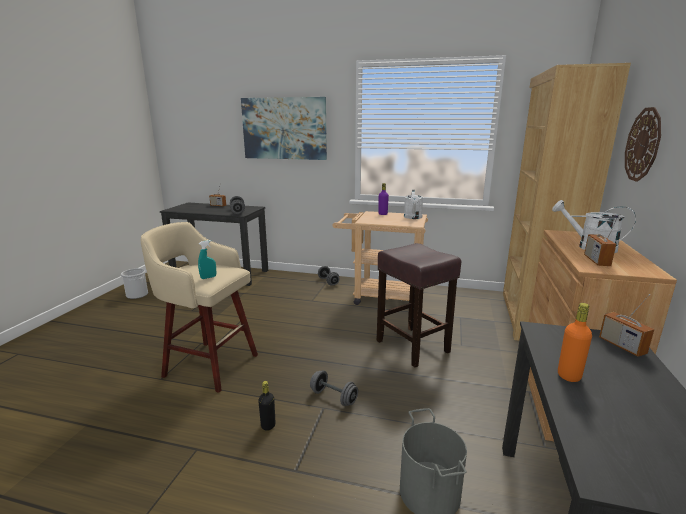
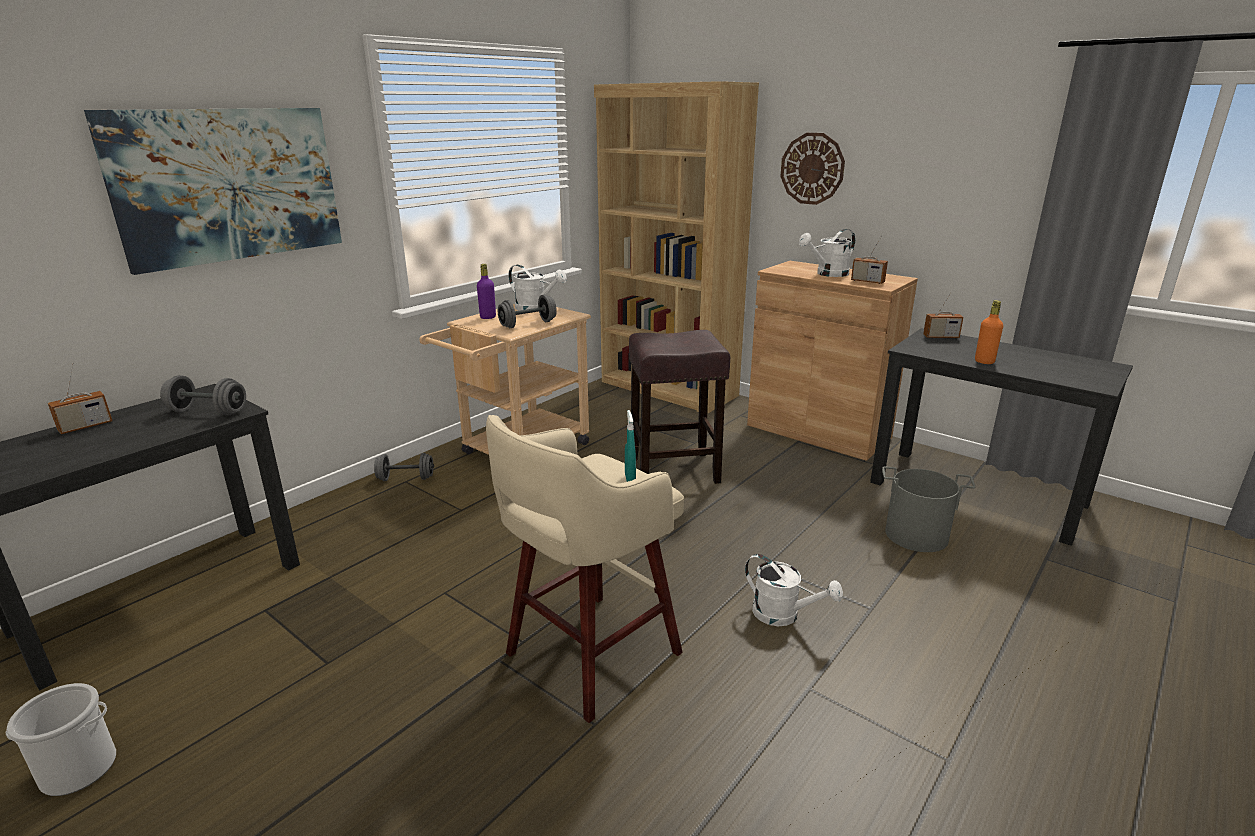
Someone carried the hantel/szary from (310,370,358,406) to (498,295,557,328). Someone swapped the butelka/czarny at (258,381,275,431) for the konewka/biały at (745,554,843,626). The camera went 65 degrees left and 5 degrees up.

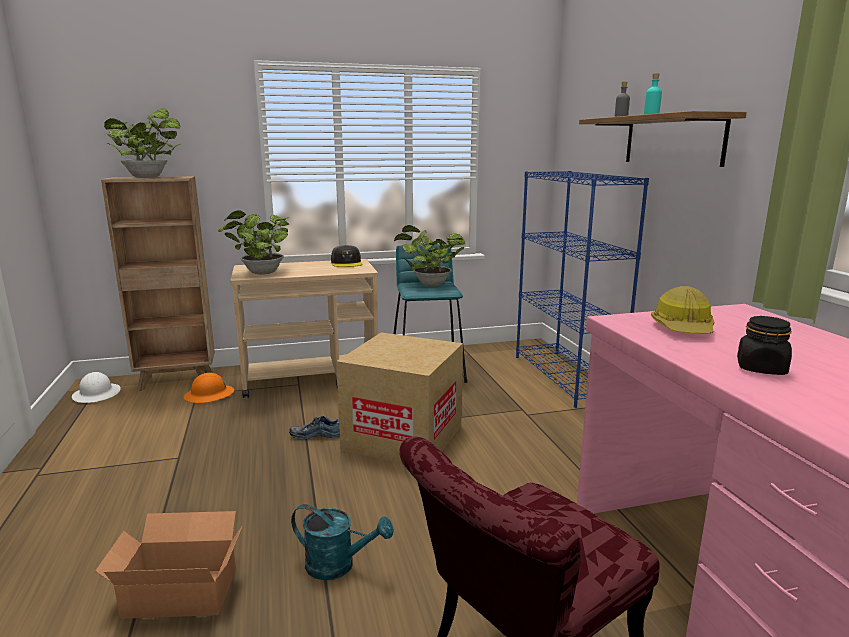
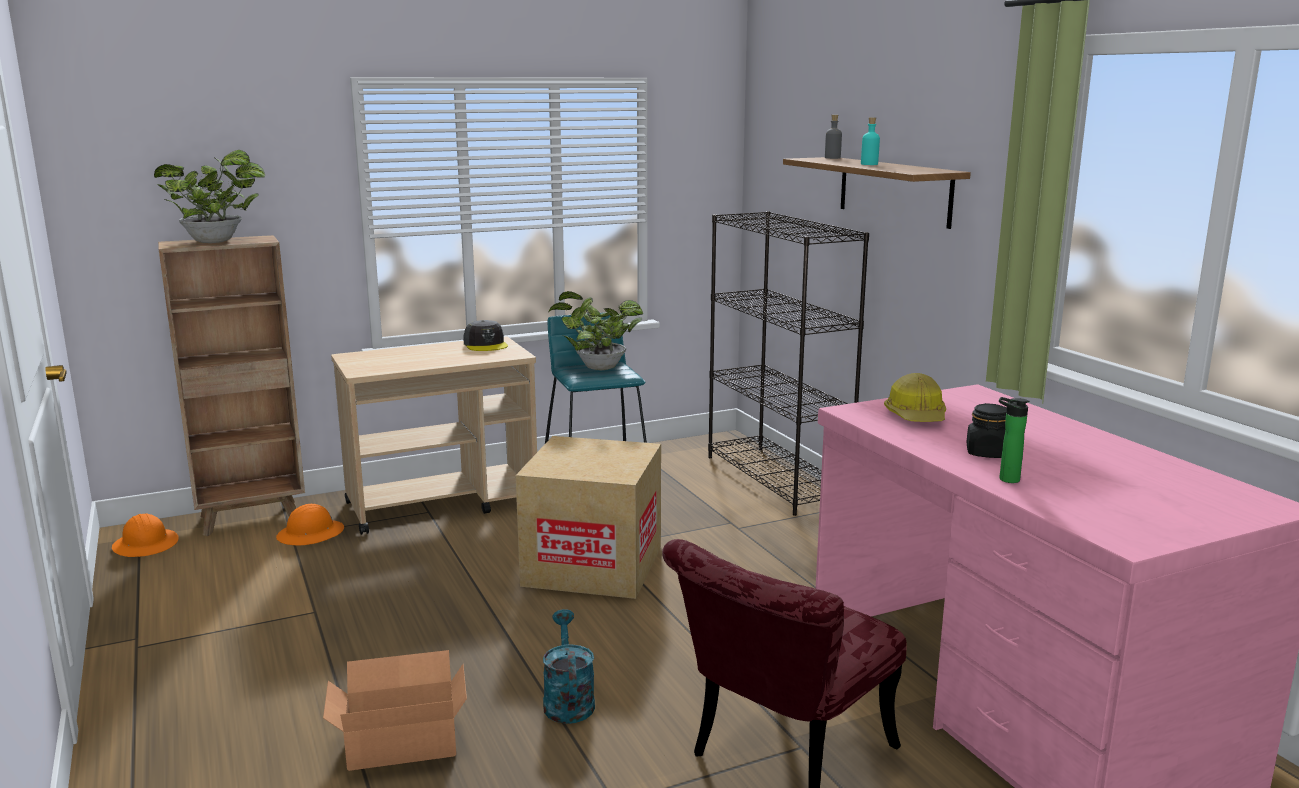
Someone repainted the regał/niebieski at (516,171,649,408), which became the regał/czarny at (708,211,869,516). Someone took away the roślina doniczkowa at (218,210,290,275). Someone repainted the kask/biały at (72,372,121,403), which became the kask/pomarańczowy at (112,513,179,557). Someone took away the but at (289,416,340,440). Someone rotated the konewka/turkusowy at (291,504,394,580) by 105 degrees counterclockwise. Someone put down the butelka at (999,397,1029,483). The camera went 10 degrees left and 0 degrees up.

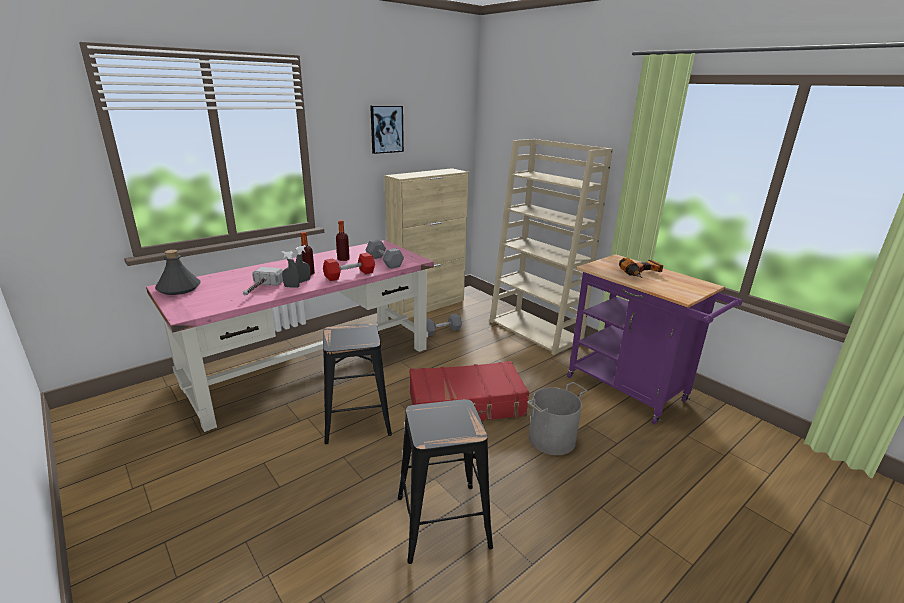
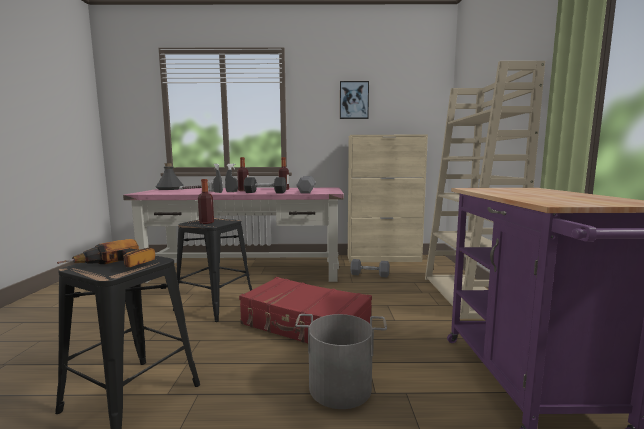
Someone repainted the hantel/czerwony at (323,253,375,281), which became the hantel/szary at (243,177,286,193). Someone carried the wiertarka from (619,258,664,278) to (57,239,155,267). Someone put down the butelka at (198,179,214,224). The camera went 40 degrees right and 15 degrees down.

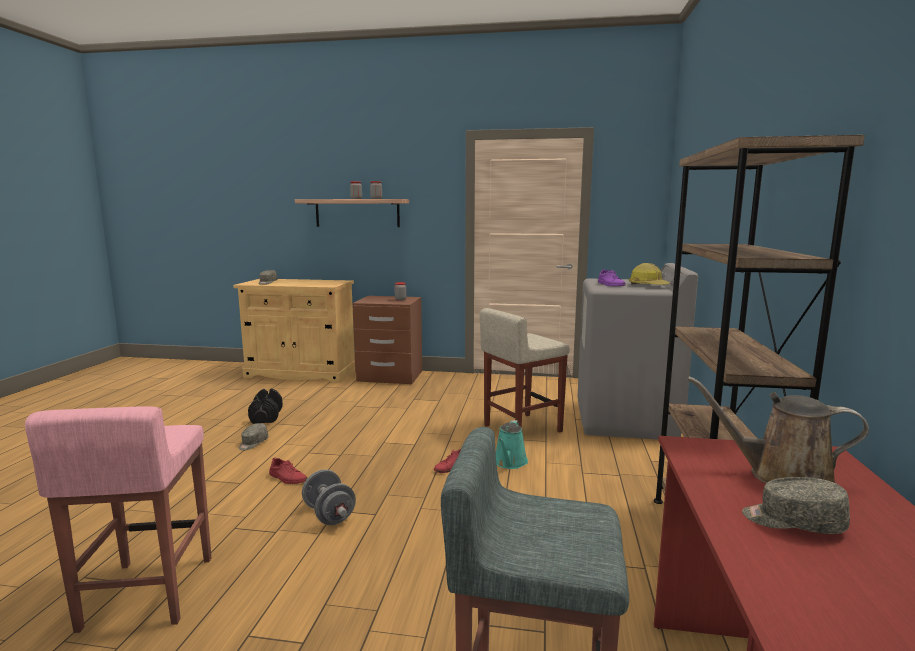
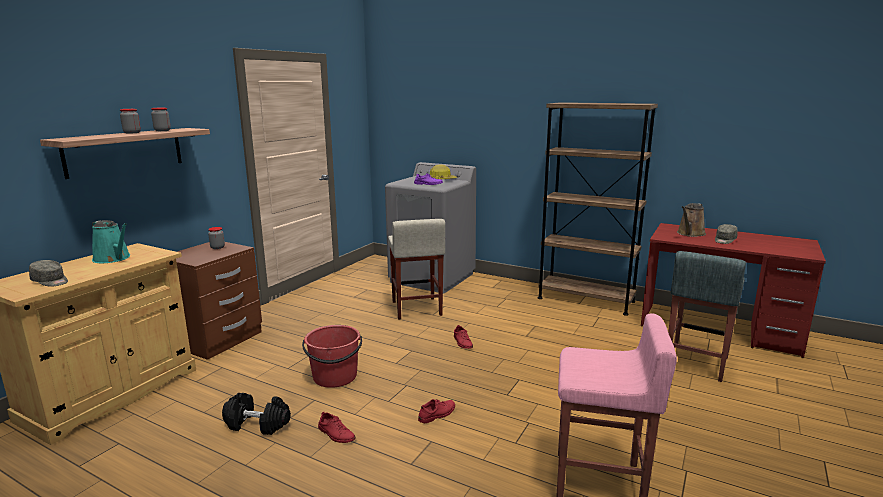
Someone carried the konewka/turkusowy from (496,420,528,469) to (92,220,130,263). Someone swapped the czapka z daszkiem/szary at (238,423,269,450) for the but/czerwony at (318,412,355,443). Someone took away the hantel/szary at (302,469,356,525). Someone put down the wiadro/czerwony at (302,325,362,388). The camera went 70 degrees left and 5 degrees up.

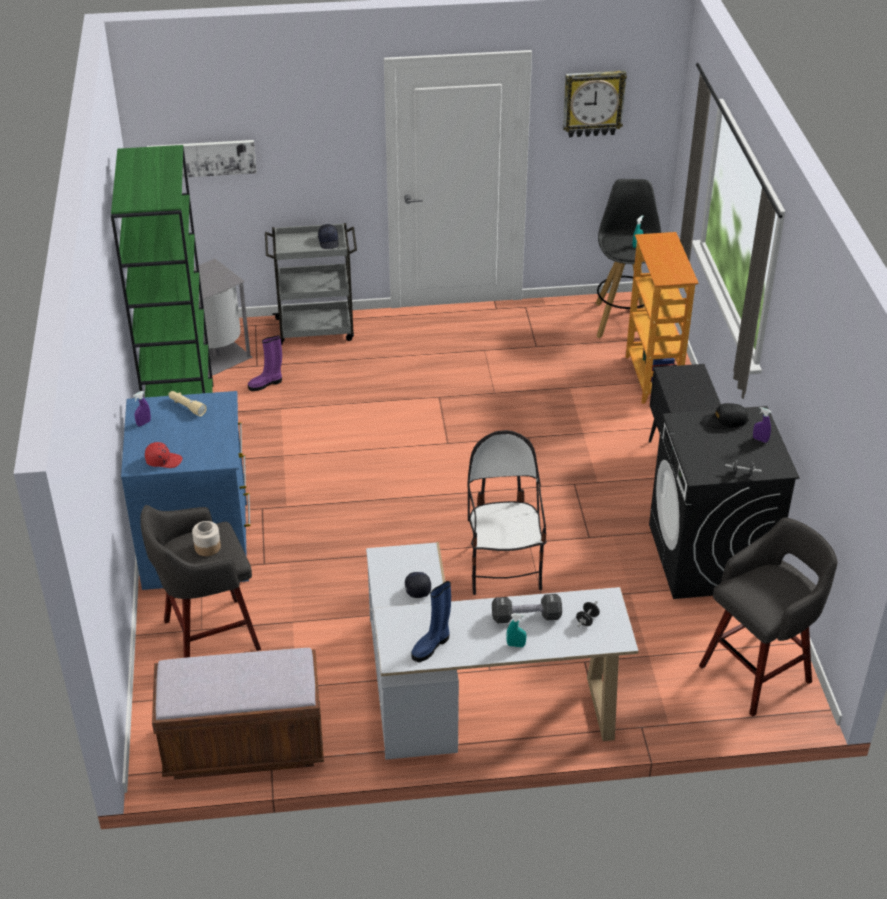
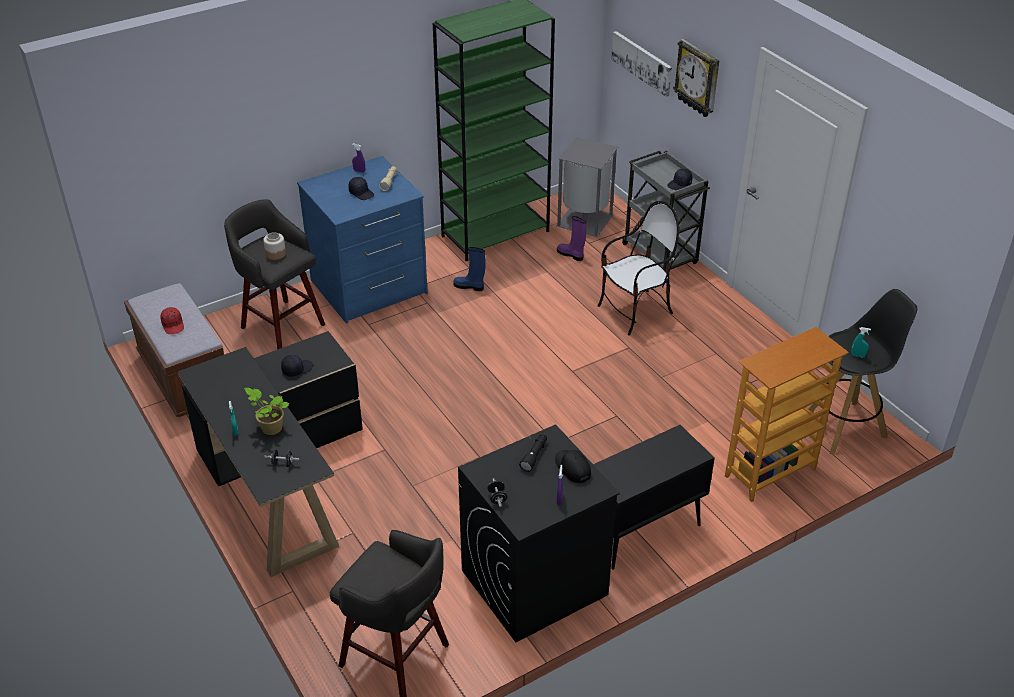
Someone carried the zegar ścienny from (563,71,627,137) to (673,39,719,117). Someone carried the krzesło from (467,430,547,595) to (598,201,679,335). Someone carried the czapka z daszkiem/czerwony from (145,442,183,468) to (161,307,184,334). Someone repainted the biurko/biały at (366,542,638,760), which became the biurko/czarny at (178,331,363,577). Someone carried the but z cholewką/niebieski from (411,581,451,662) to (453,247,486,291). Someone swapped the hantel/czarny at (492,594,562,623) for the roślina doniczkowa at (244,388,290,435). Someone put down the czapka z daszkiem/czarny at (349,177,374,200). Someone put down the latarka/czarny at (519,434,547,472). The camera went 65 degrees right and 0 degrees up.

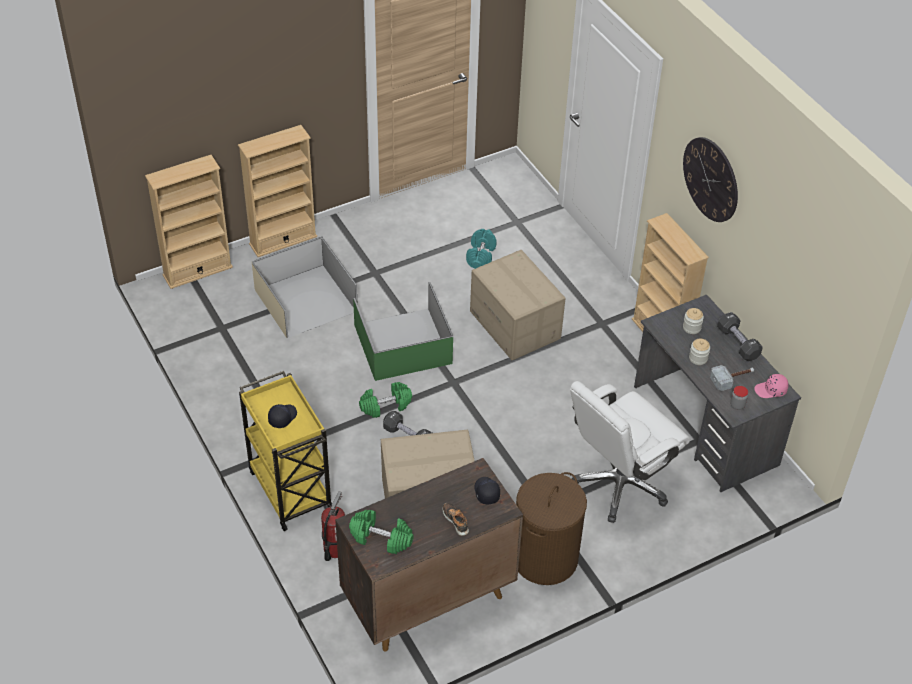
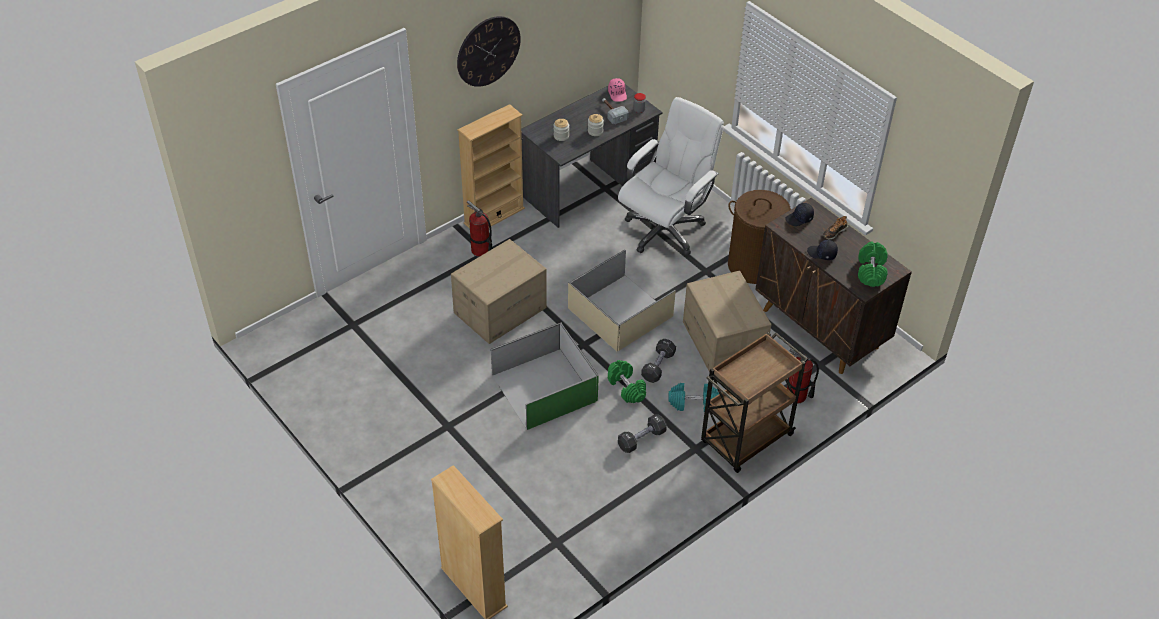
Someone took away the regał/beżowy at (238,125,317,257). Someone carried the hantel/turkusowy from (466,229,497,269) to (668,383,719,412). Someone carried the pojemnik do przechowywania/beżowy from (252,237,358,338) to (568,250,676,351). Someone carried the hantel/czarny from (717,312,763,361) to (618,414,667,453). Someone repainted the wózek/żółty at (239,371,332,531), which became the wózek/brązowy at (701,332,808,473). Someone rotated the krzesło biurowe/biały at (570,381,690,523) by 90 degrees counterclockwise. Someone carried the czapka z daszkiem/czarny from (268,404,297,428) to (807,240,838,260). Someone put down the gaśnica at (467,200,493,257). The camera went 100 degrees left and 0 degrees up.

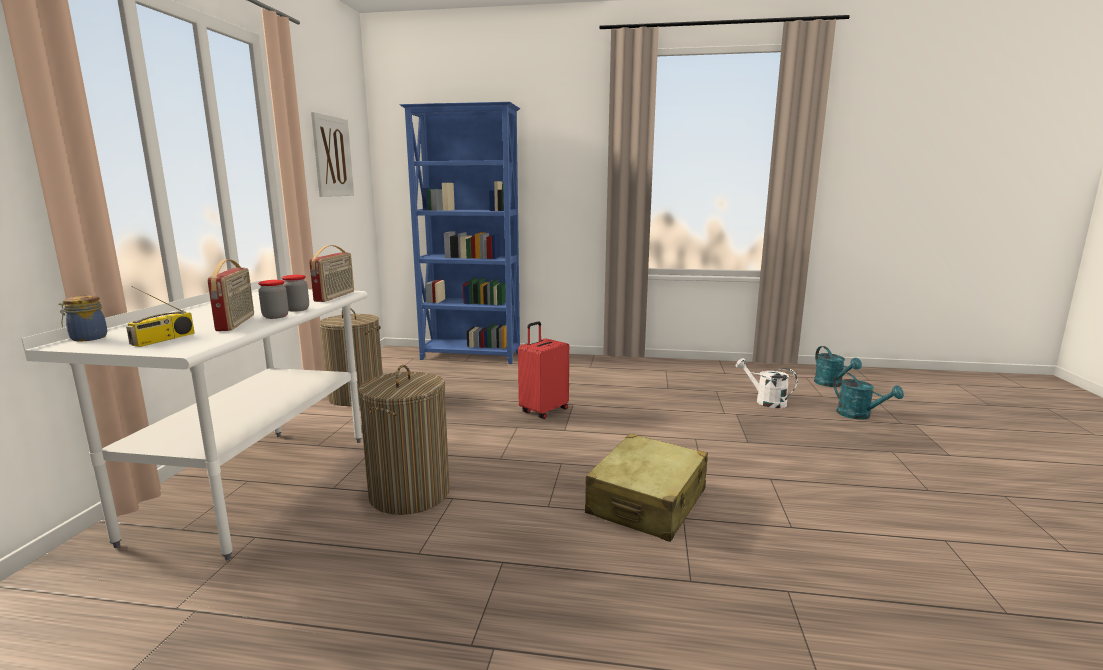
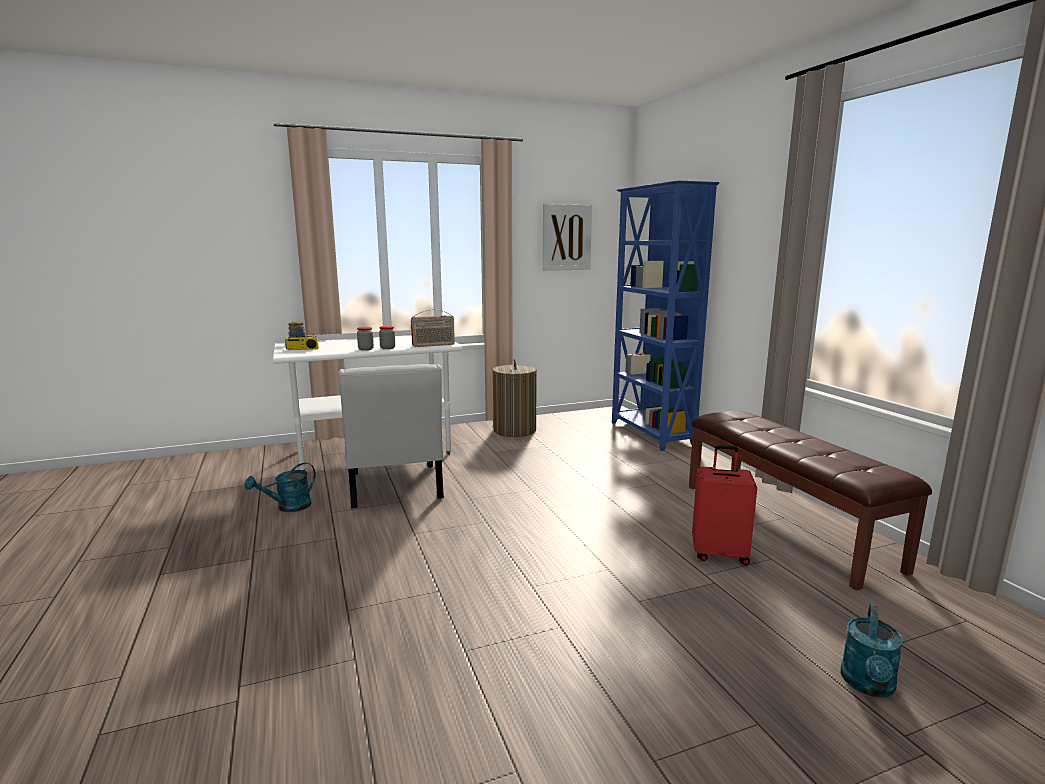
Someone took away the radio at (208,259,254,331). Someone carried the walizka/czerwony from (518,321,569,419) to (692,445,757,565). Someone carried the konewka/turkusowy from (814,346,862,387) to (245,462,316,512). Someone took away the konewka/biały at (736,358,798,408). Someone swapped the kosz na pranie at (358,365,450,515) for the krzesło/biały at (339,364,444,508). Someone took away the walizka/beżowy at (585,434,708,542). Someone put down the ławka/brązowy at (689,411,932,590). The camera went 60 degrees right and 0 degrees up.

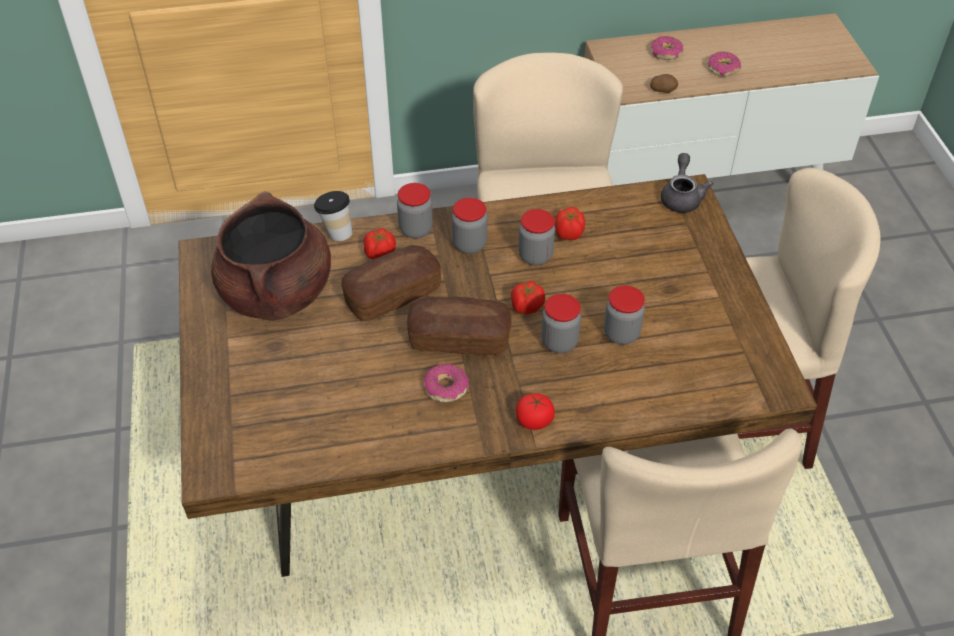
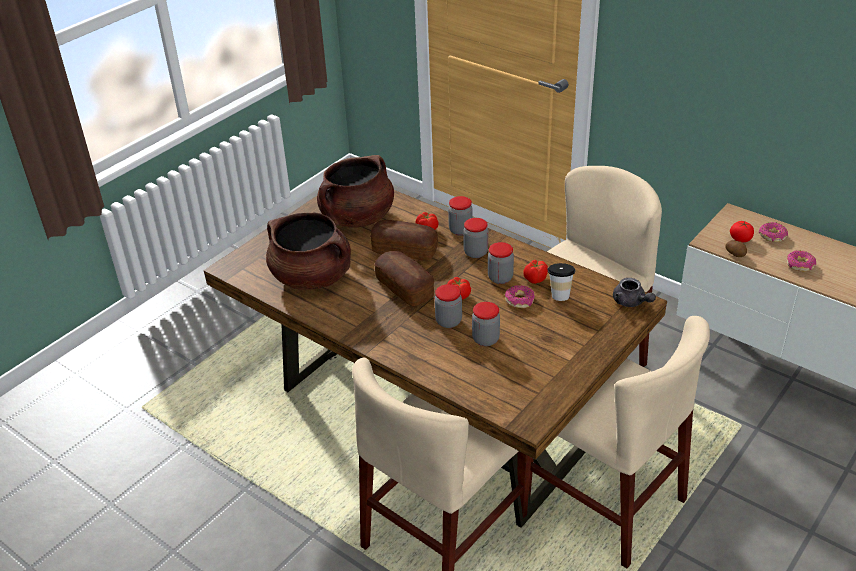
Someone rotated the imbryk/szary at (661,153,713,213) by 90 degrees clockwise. Someone carried the filiżanka from (314,191,353,241) to (547,263,575,301). Someone carried the donut from (424,364,469,402) to (505,285,535,308). Someone carried the pomidor from (516,393,555,430) to (730,221,754,242). Someone put down the garnek/brązowy at (266,213,351,290). The camera went 50 degrees right and 10 degrees down.

